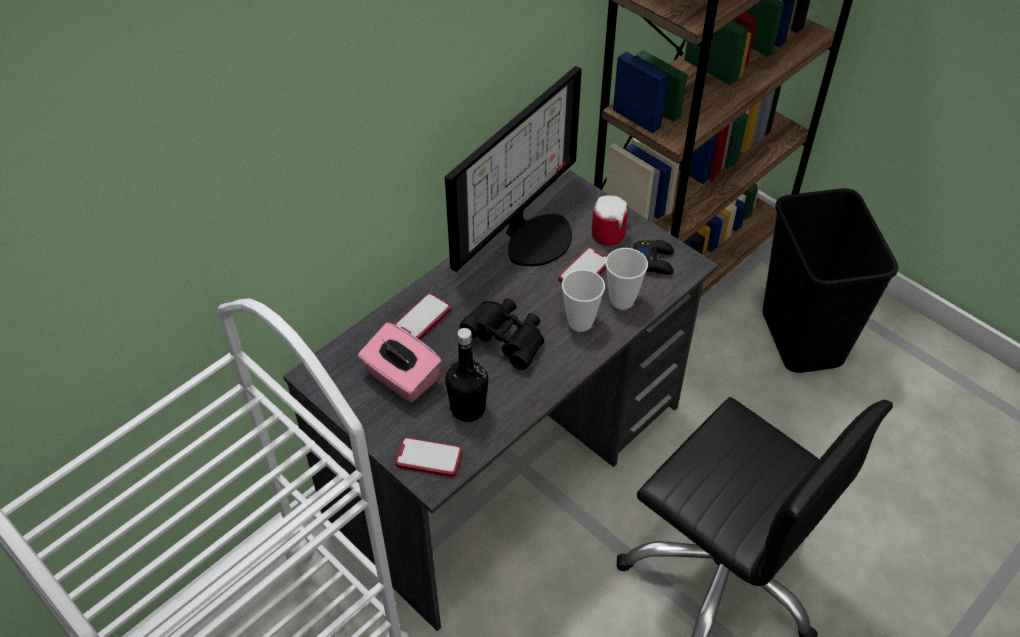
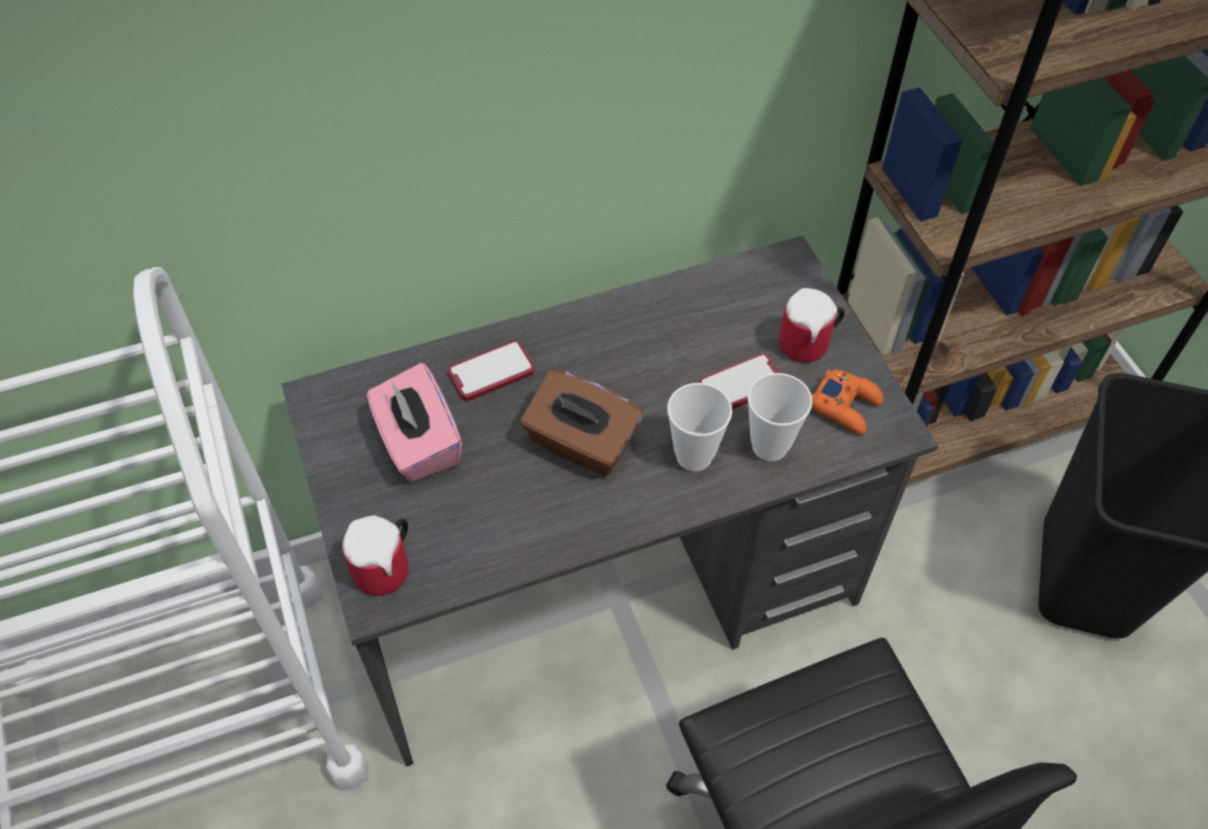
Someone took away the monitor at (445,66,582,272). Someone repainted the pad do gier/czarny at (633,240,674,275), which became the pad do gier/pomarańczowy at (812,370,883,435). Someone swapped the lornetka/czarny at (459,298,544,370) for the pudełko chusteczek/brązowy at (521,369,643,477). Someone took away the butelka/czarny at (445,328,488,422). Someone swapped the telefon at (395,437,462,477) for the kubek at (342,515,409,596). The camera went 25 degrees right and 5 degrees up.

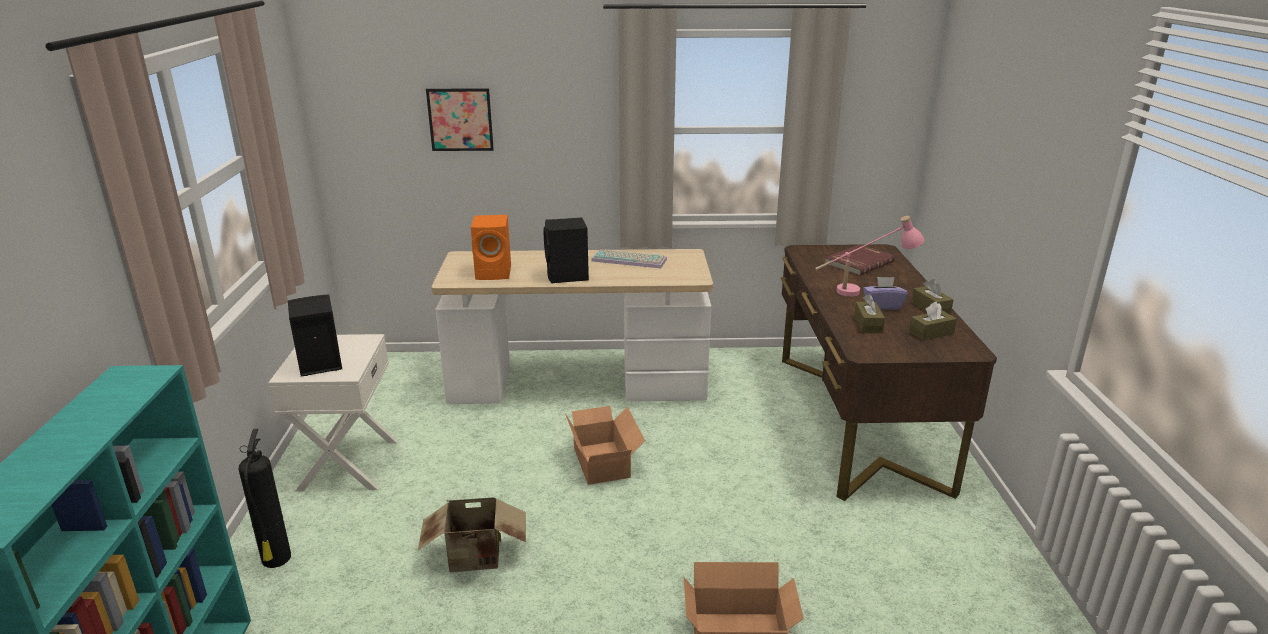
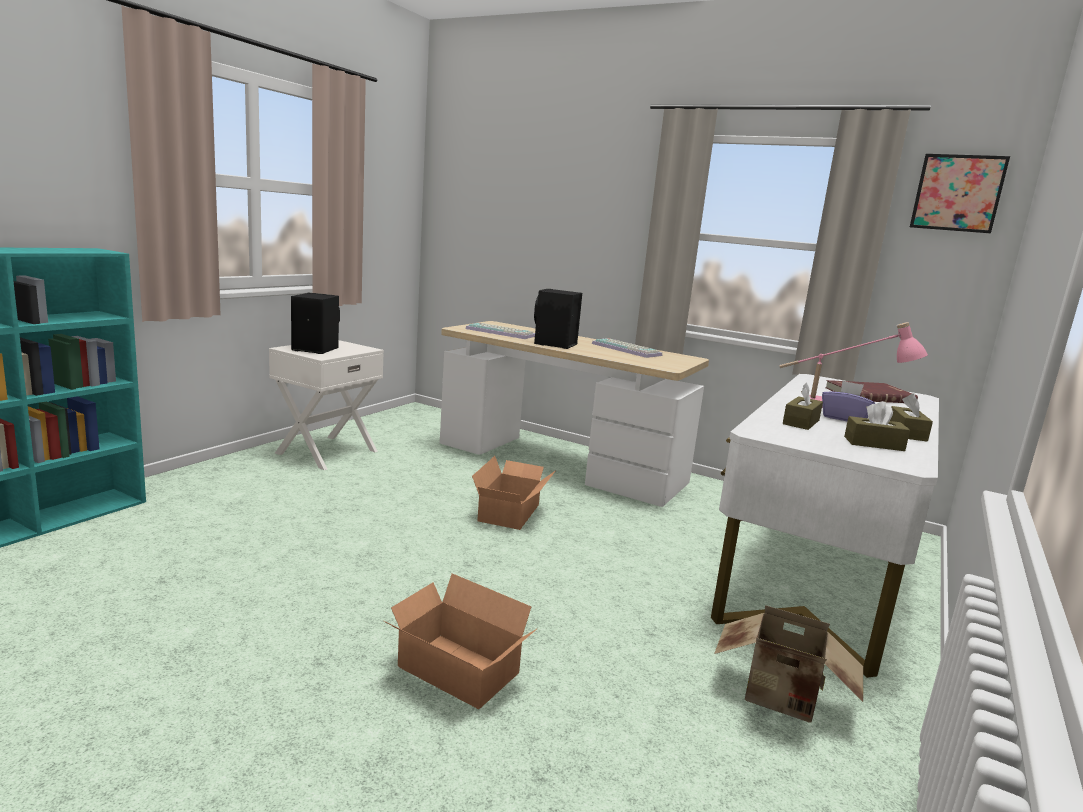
Someone carried the obraz from (426,88,494,151) to (910,154,1010,233). Someone swapped the głośnik/pomarańczowy at (471,215,511,280) for the klawiatura at (466,323,535,339). Someone repainted the biurko/brązowy at (780,244,997,501), which became the biurko/biały at (711,374,939,678). Someone took away the gaśnica at (239,429,291,568). Someone carried the karton from (418,497,526,572) to (714,605,863,723). The camera went 30 degrees right and 10 degrees down.

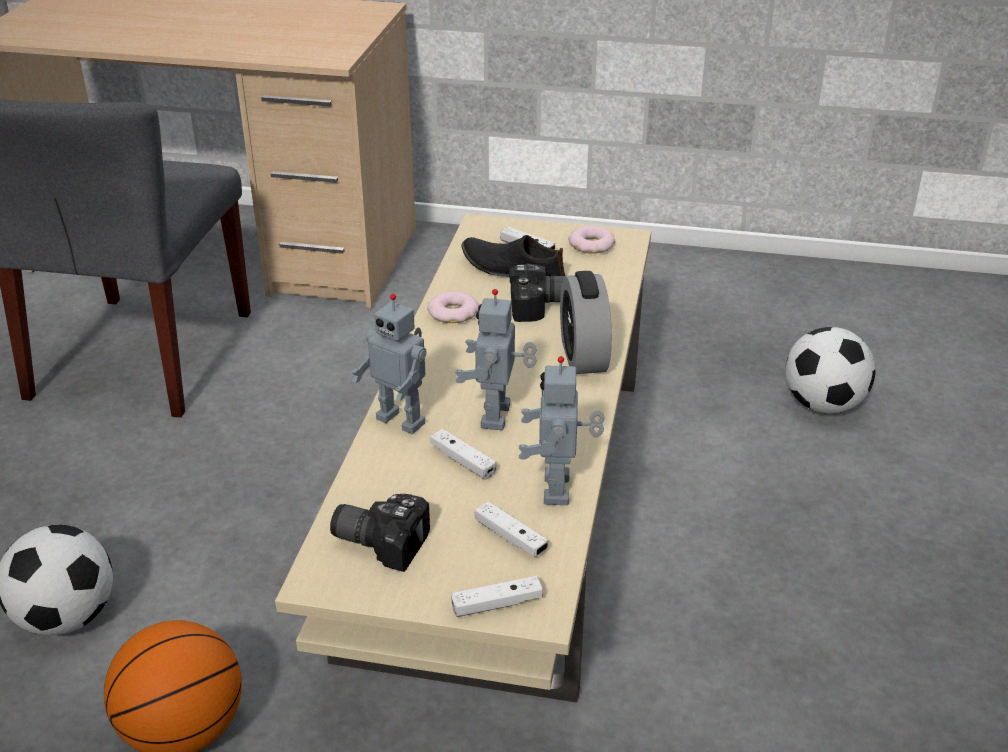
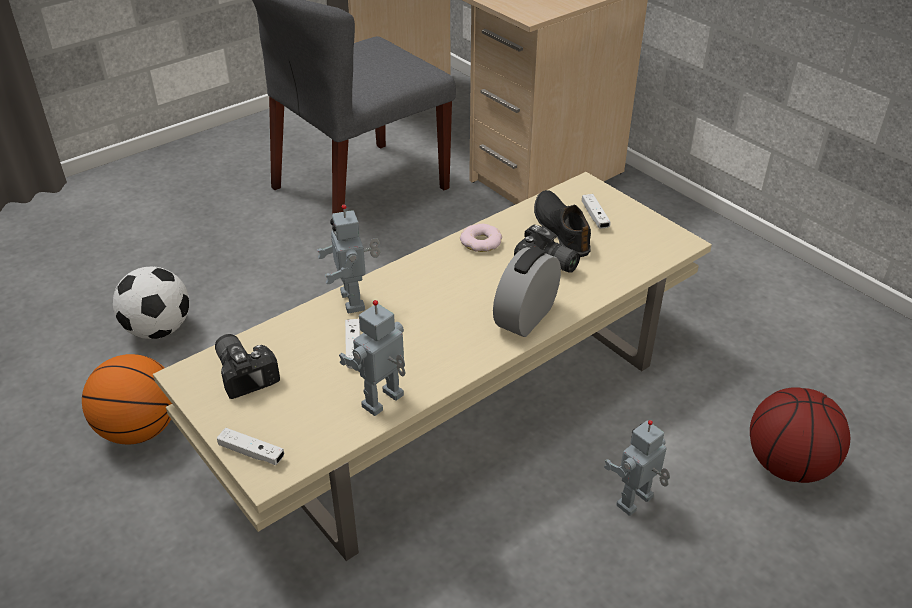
Someone took away the donut at (568,226,615,254). Someone carried the robot zabawkowy from (455,289,537,430) to (604,420,670,516). Someone swapped the piłka futbolowa at (785,327,876,414) for the piłka do koszykówki at (750,387,850,483). Someone took away the pad do gier/biały at (475,501,548,557). The camera went 40 degrees right and 5 degrees up.

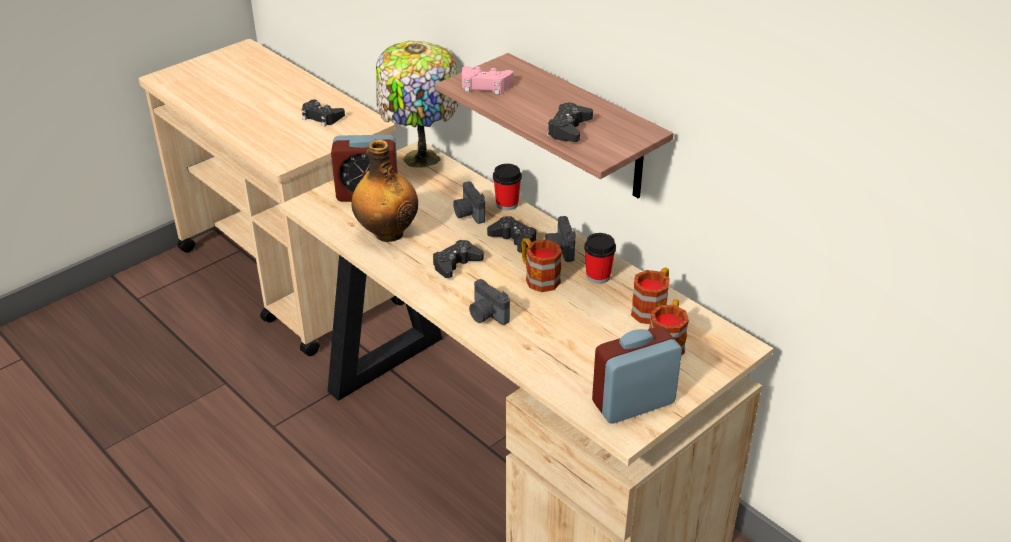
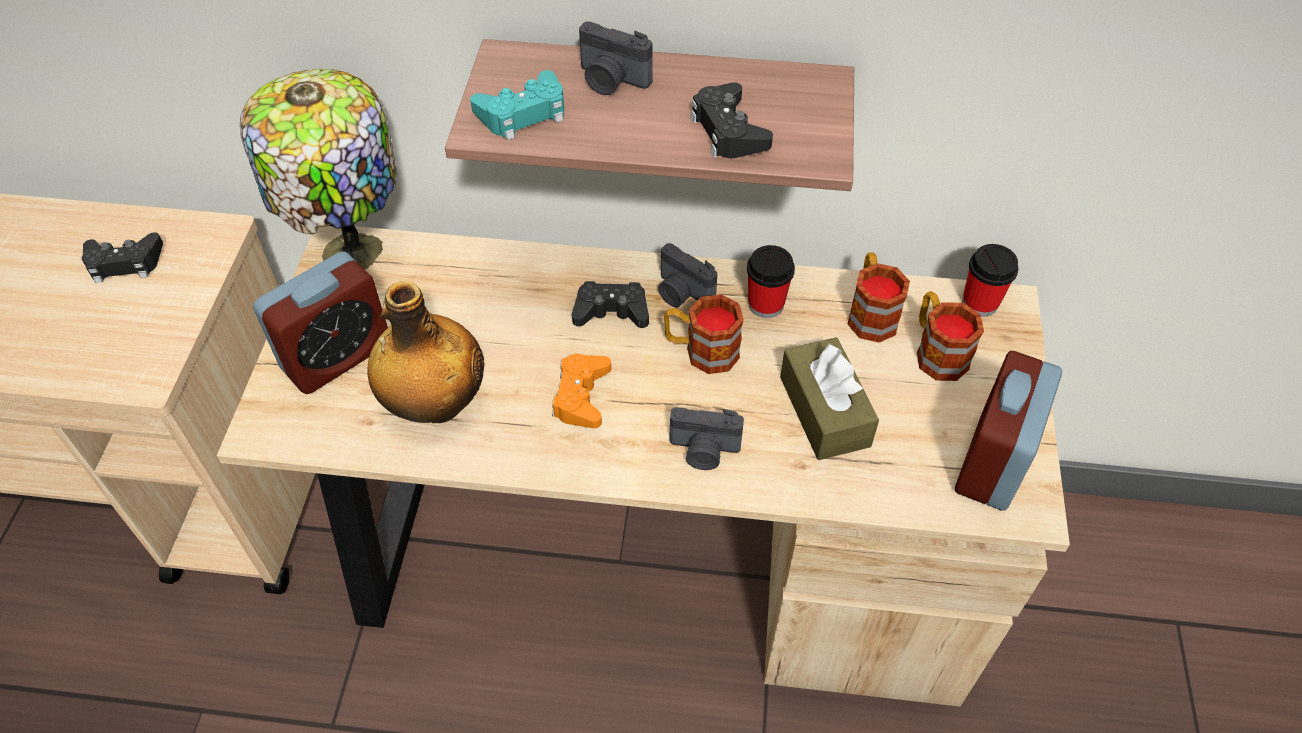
Someone repainted the pad do gier/różowy at (462,66,513,95), which became the pad do gier/turkusowy at (470,70,564,140). Someone carried the filiżanka from (493,164,522,211) to (962,244,1018,317). Someone carried the aparat fotograficzny from (453,181,485,224) to (579,21,653,95). Someone repainted the pad do gier/czarny at (433,240,484,278), which became the pad do gier/pomarańczowy at (552,354,611,428). Someone put down the pudełko chusteczek/brązowy at (780,337,879,460). The camera went 40 degrees left and 15 degrees up.

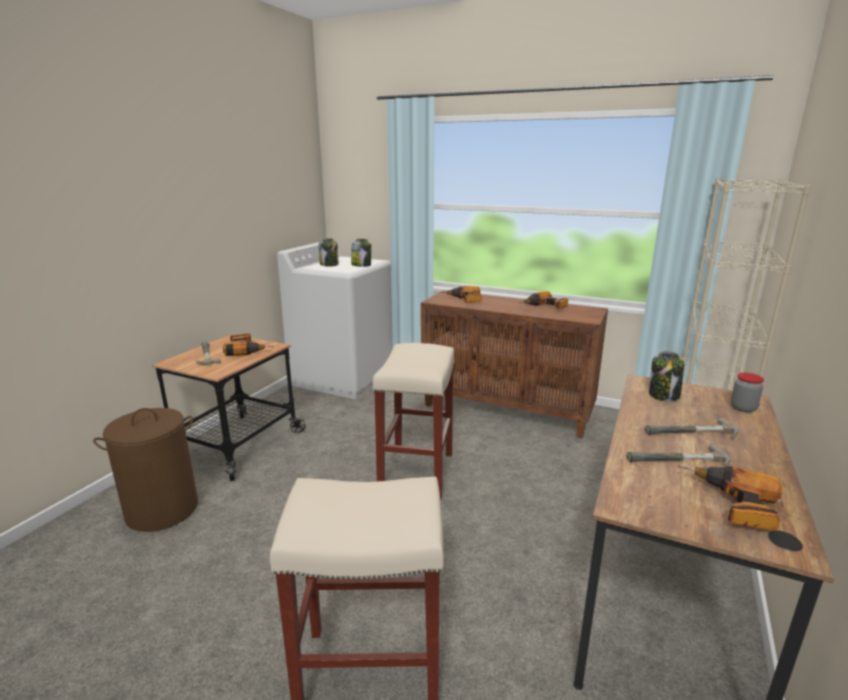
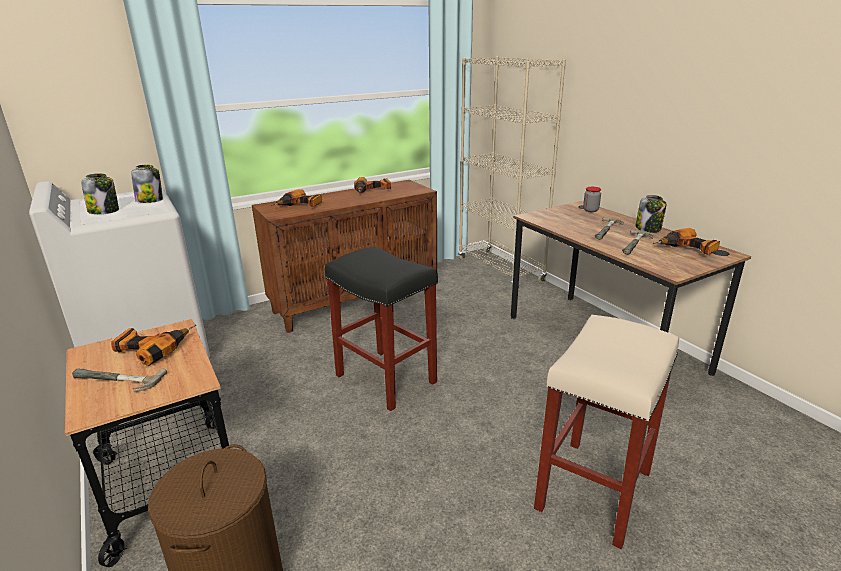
Someone repainted the stołek/beżowy at (372,343,455,500), which became the stołek/czarny at (325,247,438,411). Someone carried the słoik from (649,351,684,402) to (635,195,666,233). The camera went 55 degrees left and 5 degrees up.

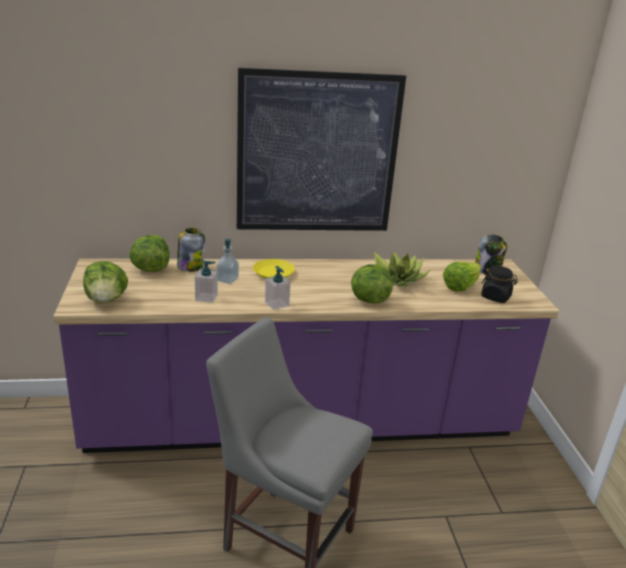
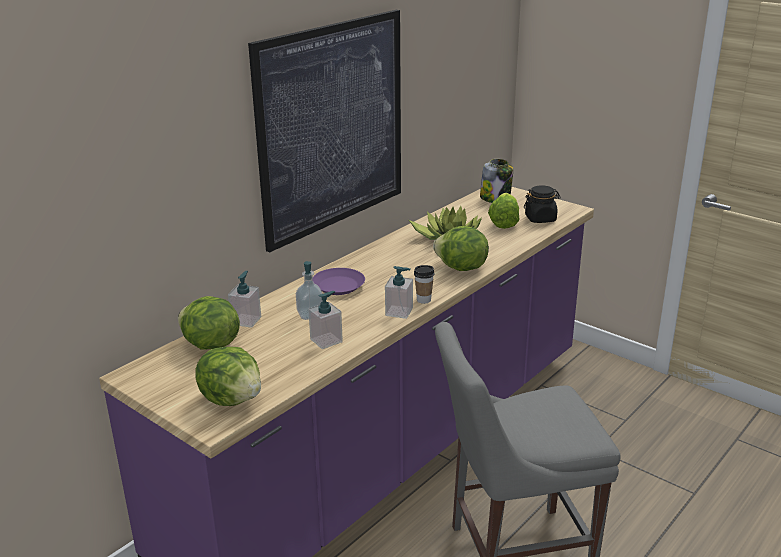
Someone swapped the słoik at (177,228,205,272) for the dozownik mydła at (228,271,261,328). Someone repainted the talerz/żółty at (253,259,295,279), which became the talerz/fioletowy at (313,268,365,295). Someone put down the filiżanka at (414,265,434,304). The camera went 40 degrees left and 0 degrees up.

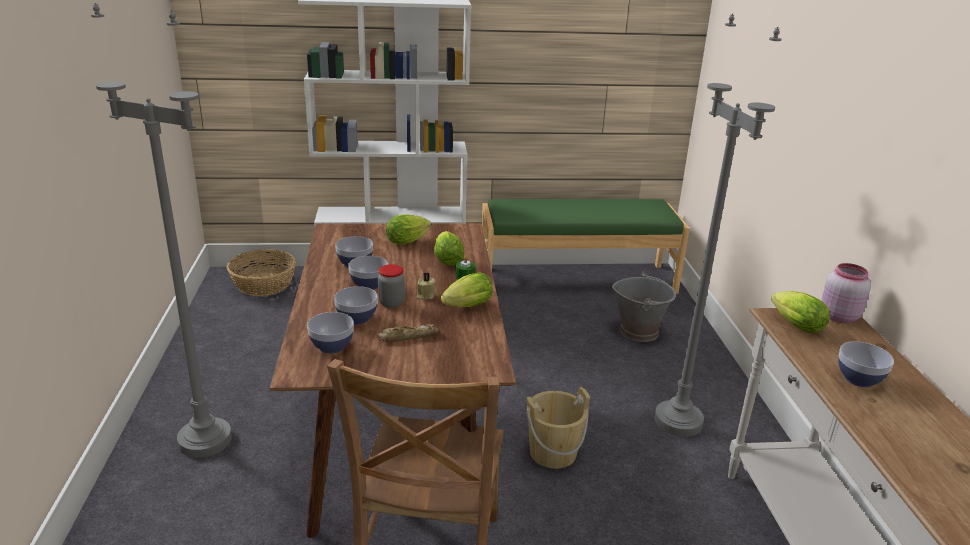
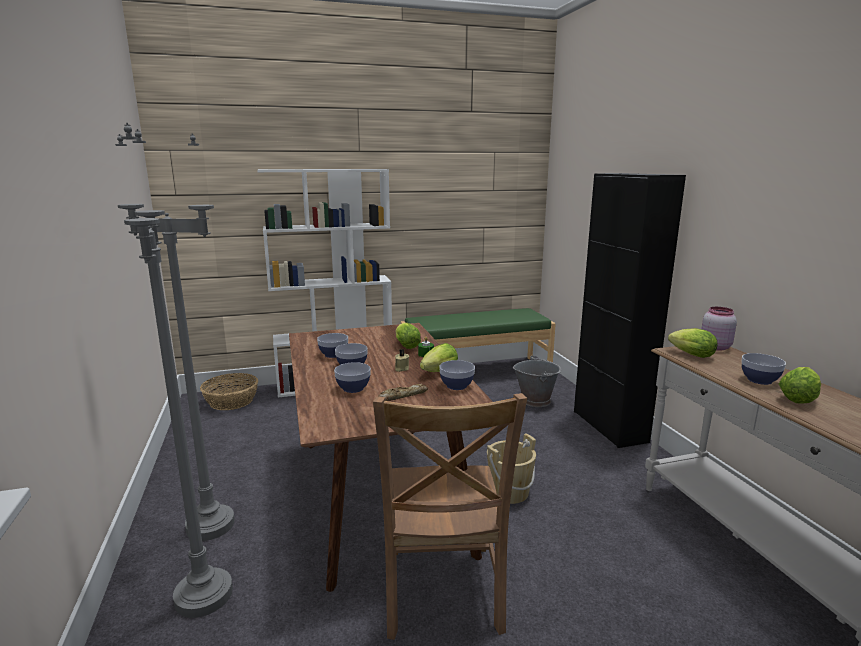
Someone carried the lampa stojąca/szary from (654,14,781,437) to (121,123,233,618). Someone carried the sałata from (386,214,431,244) to (779,367,821,404). Someone took away the słoik at (378,264,405,308). Someone carried the miska from (307,312,354,353) to (439,360,475,390). Someone put down the szafka/czarny at (574,173,686,448). The camera went 10 degrees left and 10 degrees down.

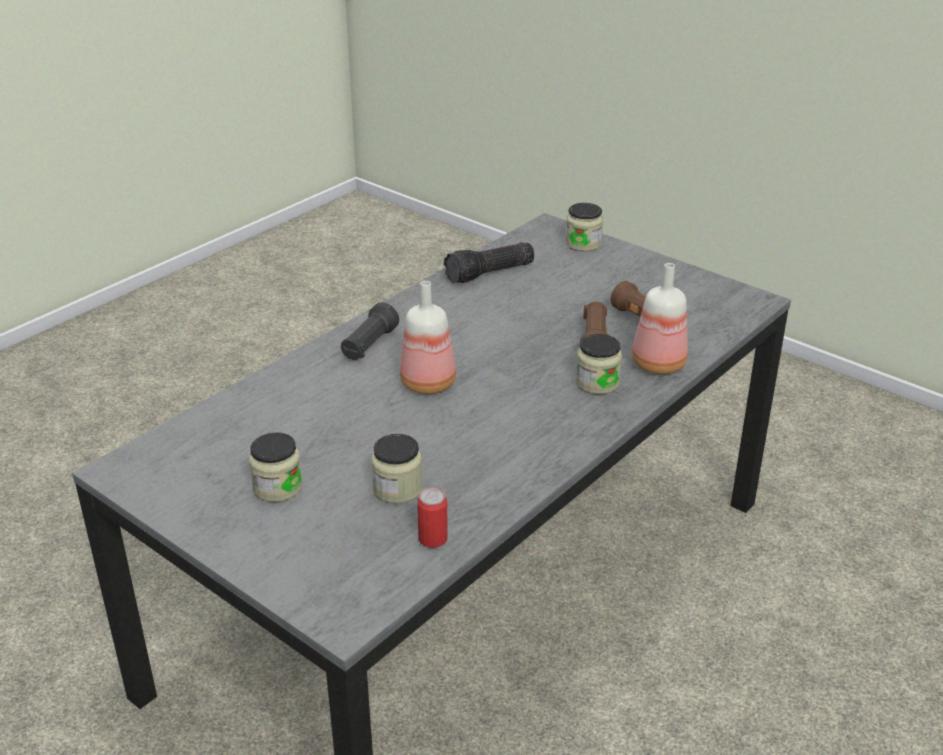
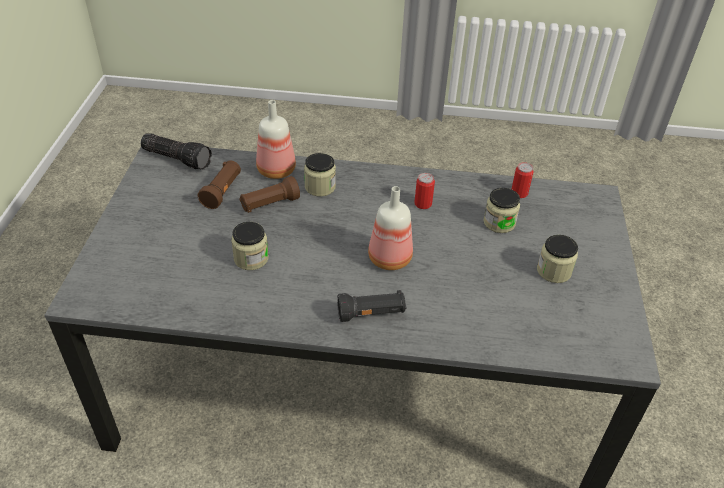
Someone carried the słoik from (565,203,603,252) to (231,222,269,270). Someone carried the latarka from (444,243,534,283) to (141,133,212,170). Someone put down the puszka at (414,173,435,209). The camera went 125 degrees left and 10 degrees up.

